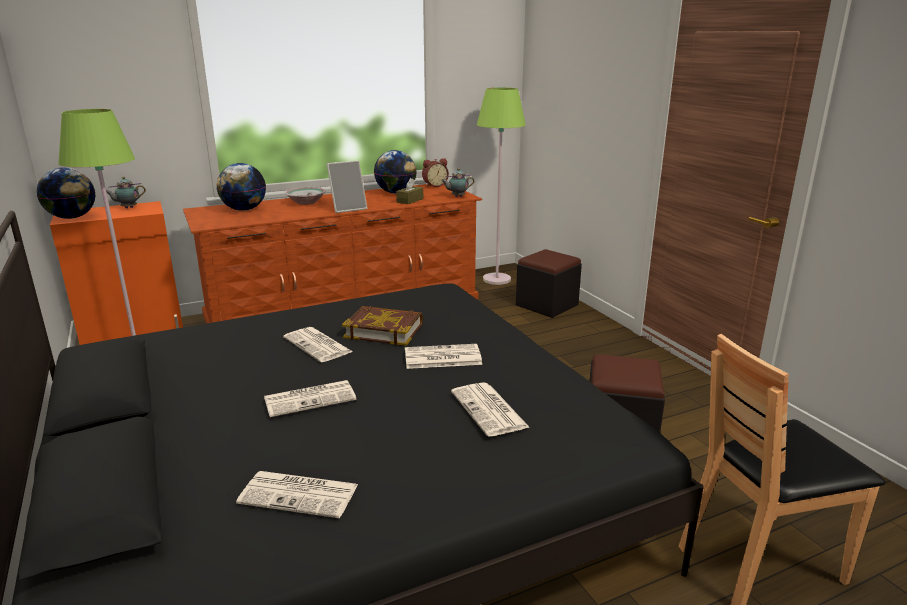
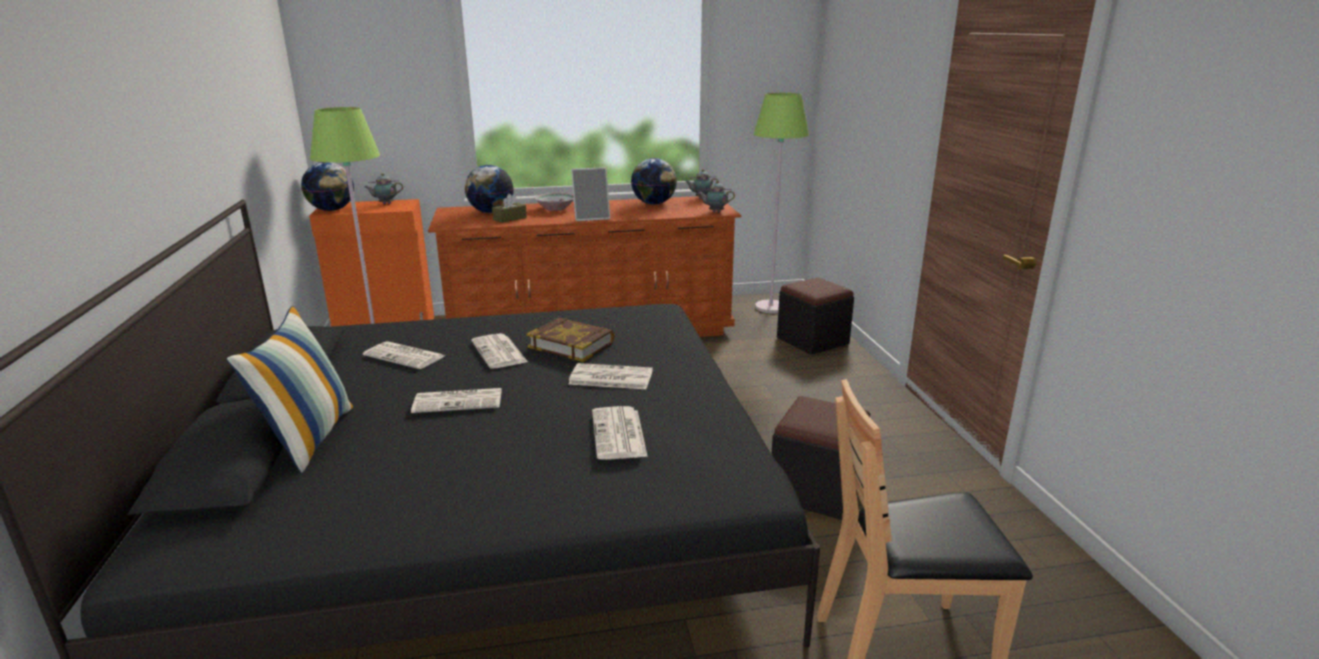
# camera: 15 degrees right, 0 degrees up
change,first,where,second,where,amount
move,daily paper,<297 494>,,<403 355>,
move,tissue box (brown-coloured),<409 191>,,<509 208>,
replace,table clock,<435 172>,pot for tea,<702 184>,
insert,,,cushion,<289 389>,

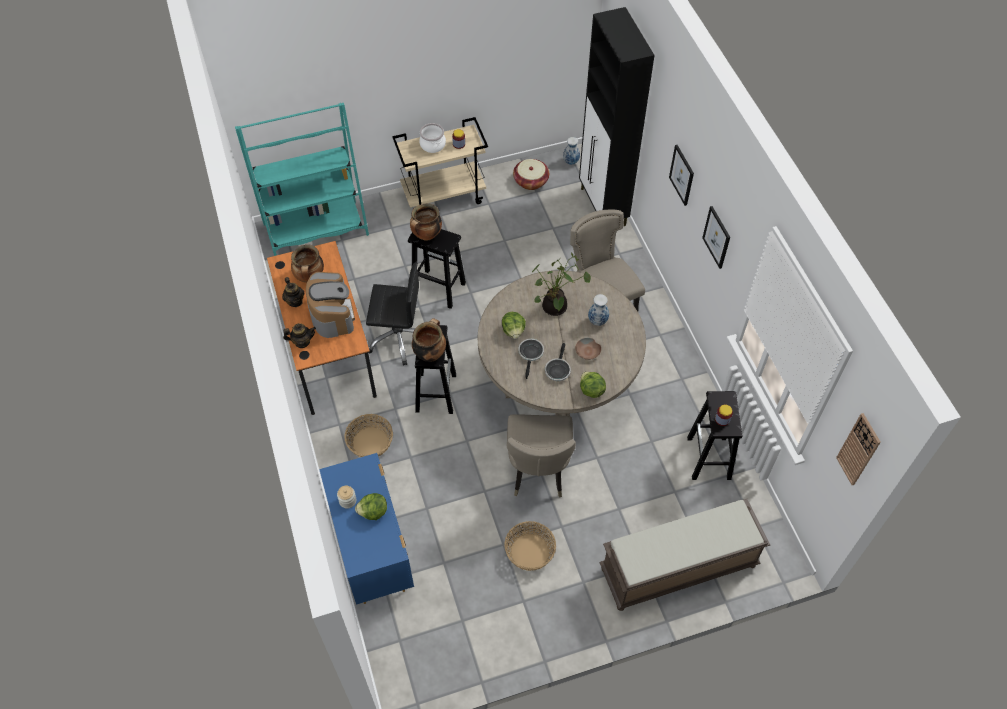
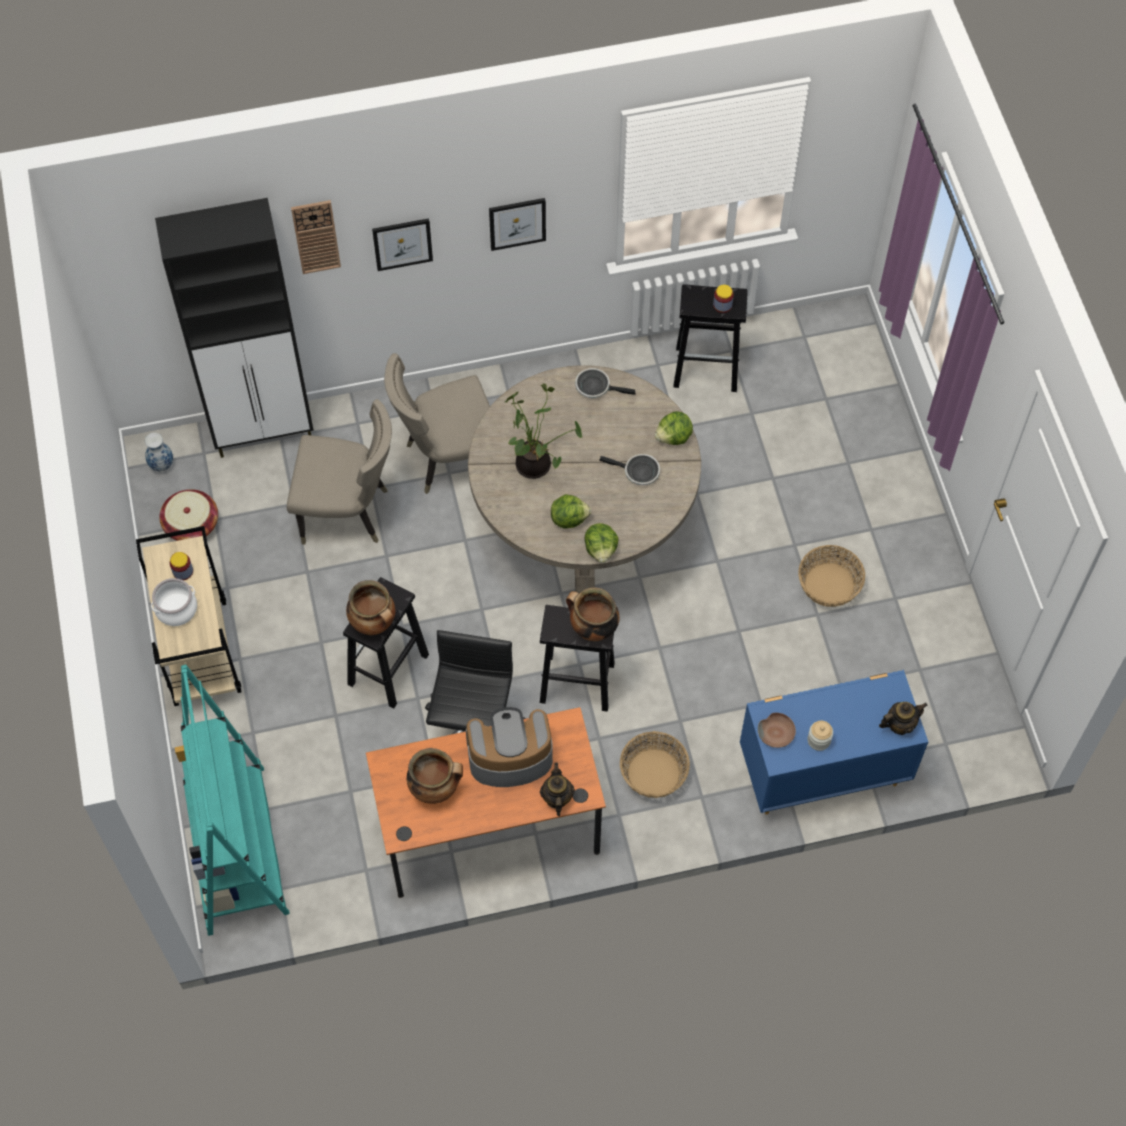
# camera: 85 degrees left, 5 degrees up
change,first,where,second,where,amount
move,pot for tea,<293 292>,,<903 718>,
move,head of lettuce,<371 506>,,<601 543>,
move,upright chair (beige),<541 456>,,<339 472>,
move,frying pan,<531 359>,,<605 383>,
move,bowl (brown-coloured),<588 349>,,<777 730>,
delete,vase,<598 310>,,,
delete,indoor bench (brown-coloured),<684 555>,,,
move,clock on the wall,<858 449>,,<316 237>,

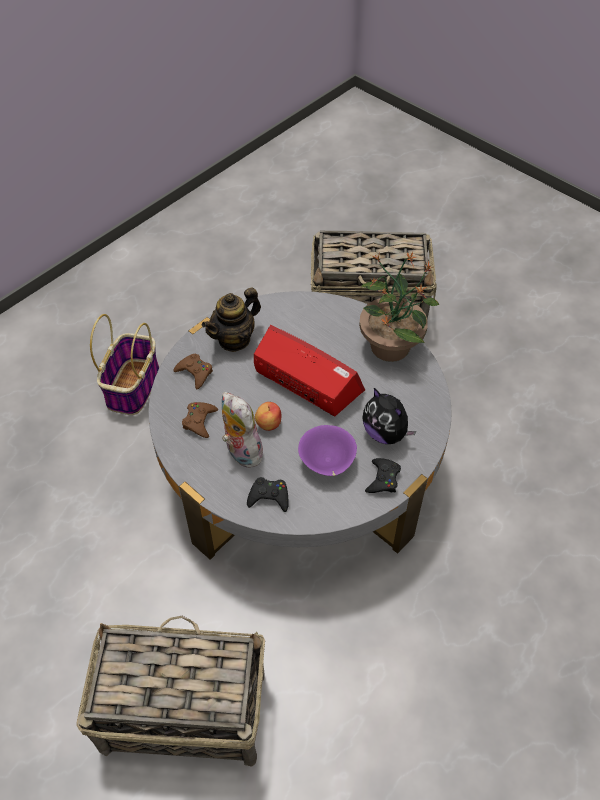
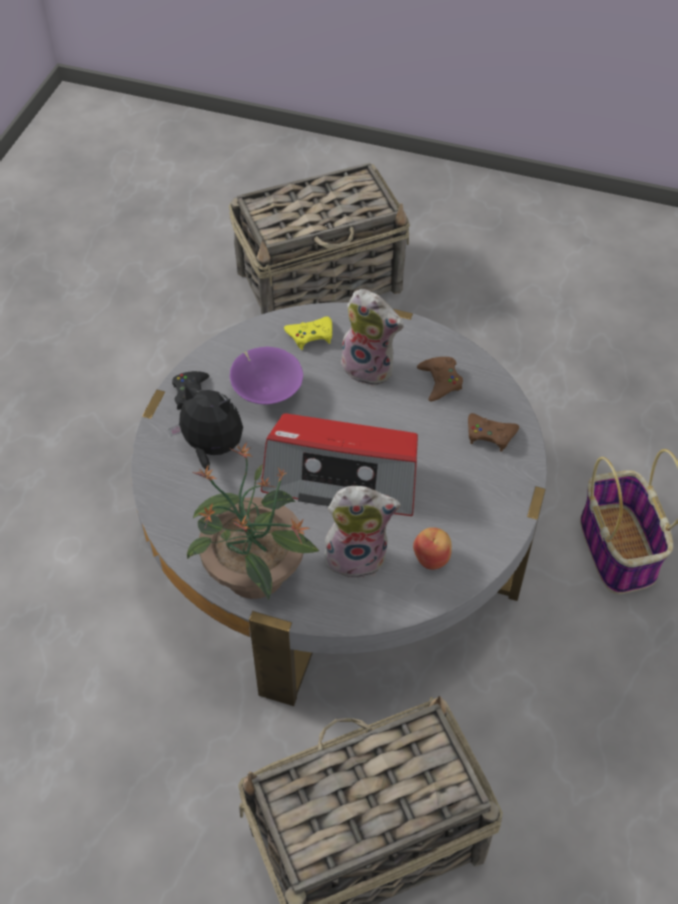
# camera: 155 degrees right, 0 degrees up
change,first,where,second,where,amount
delete,pot for tea,<231 319>,,,
recolor,game controller (black-coloured),<268 494>,game controller (yellowish),<308 333>,
move,apple fruit,<268 416>,,<432 548>,
insert,,,plush toy,<361 532>,

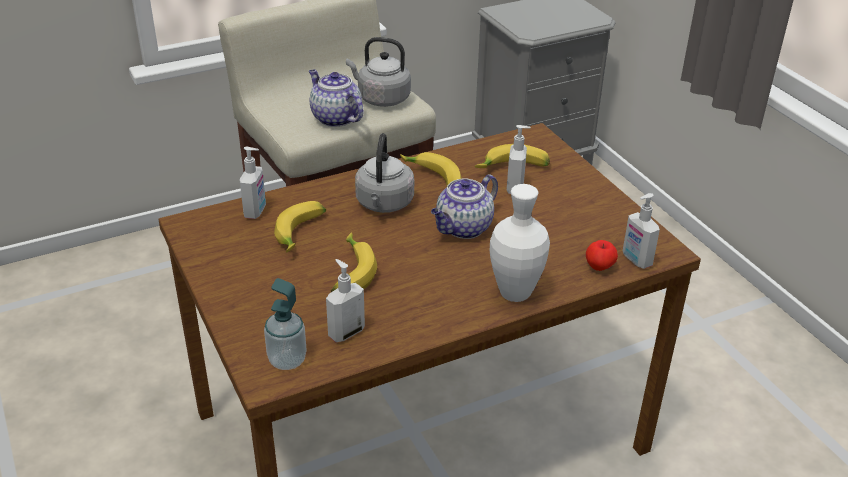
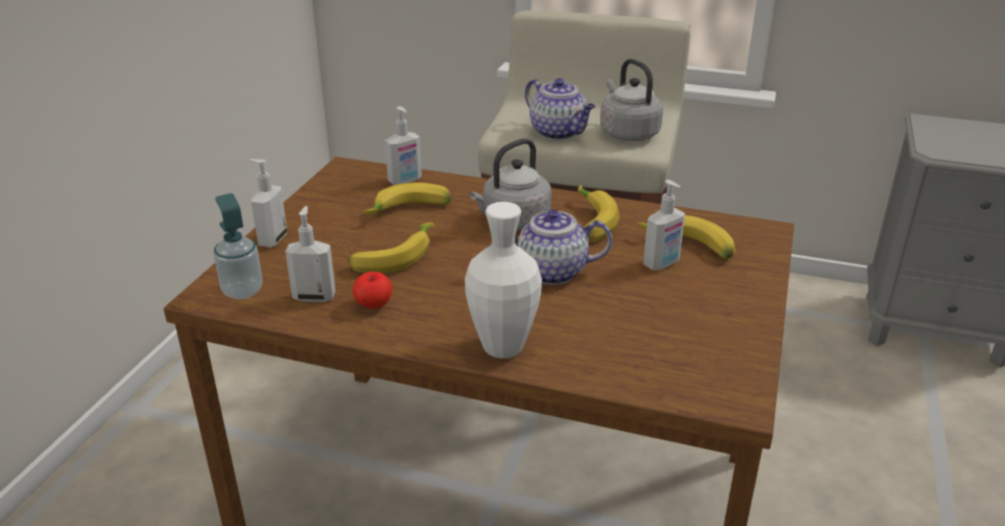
# camera: 45 degrees right, 5 degrees down
change,first,where,second,where,amount
rotate,pot for tea,<336 98>,,<560 109>,135 degrees clockwise
move,apple fruit,<602 255>,,<372 290>,
move,liquid soap bottle,<641 231>,,<268 203>,

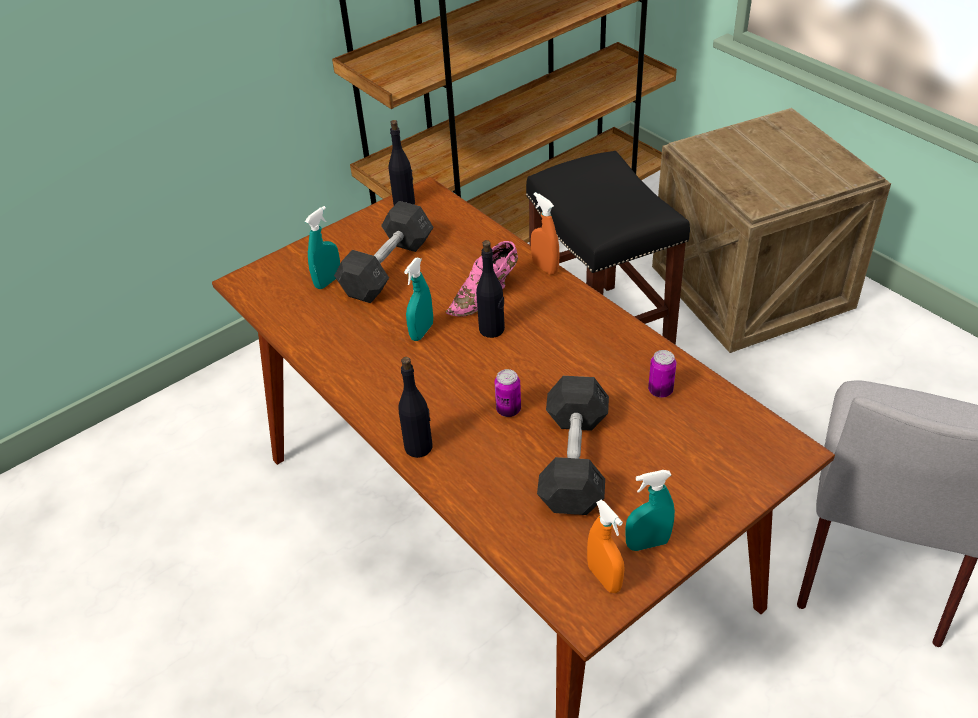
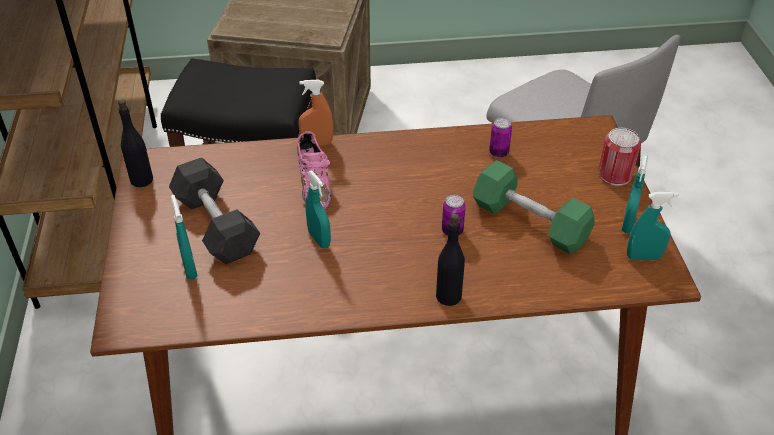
# camera: 60 degrees left, 0 degrees up
change,first,where,second,where,amount
delete,bottle (black-coloured),<490 289>,,,
recolor,dumbbell (greyish),<573 445>,dumbbell (green),<534 207>,
recolor,sprayer (orange),<606 546>,sprayer (blue-green),<652 226>,
insert,,,can,<619 157>,

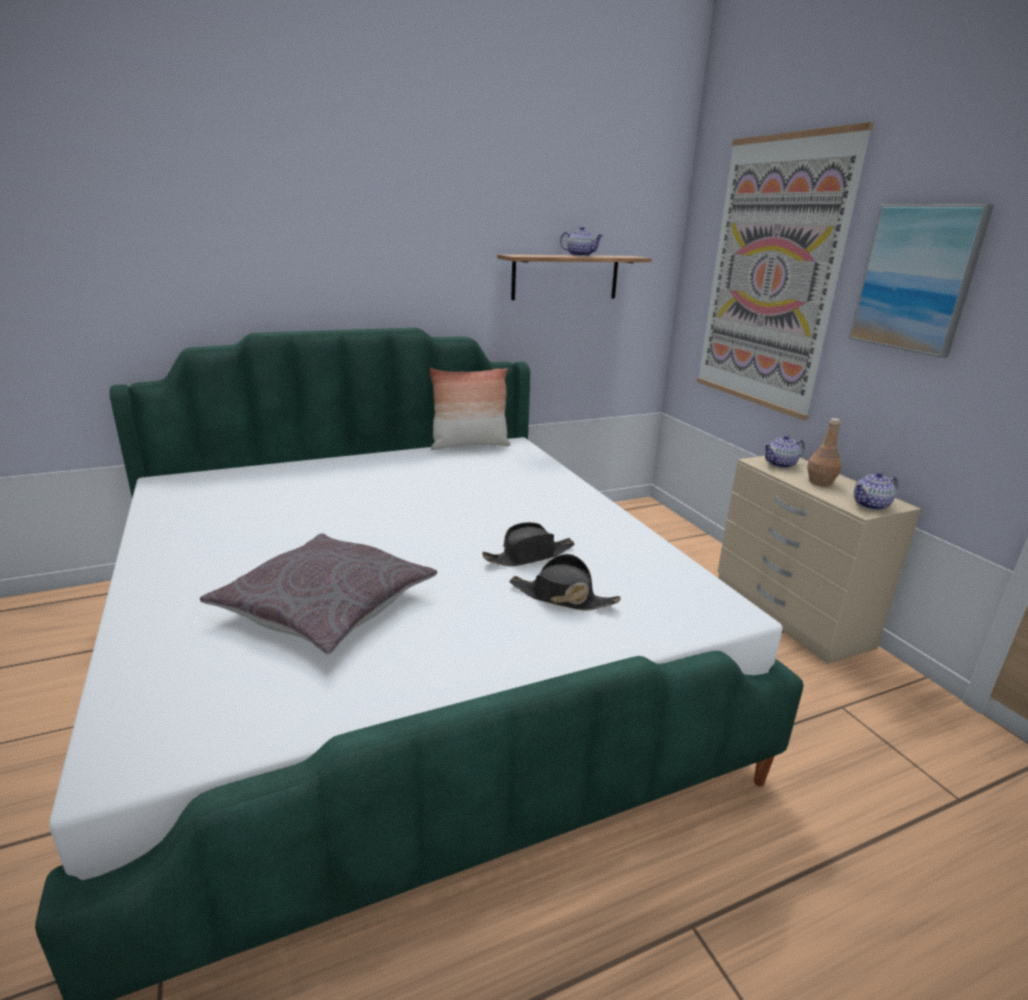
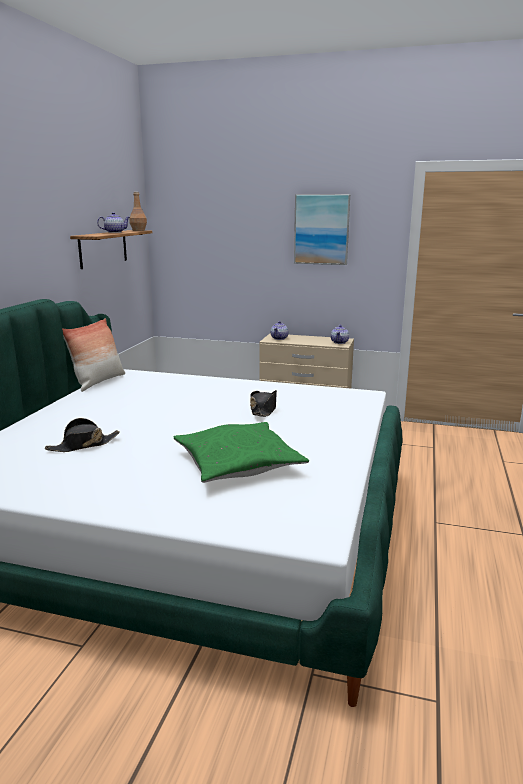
# camera: 50 degrees left, 5 degrees down
change,first,where,second,where,amount
recolor,cushion (greyish),<318 594>,cushion (green),<241 452>,
move,clothing hat (black-coloured),<565 582>,,<82 435>,
delete,picture,<785 271>,,,
move,bottle (brown-coloured),<824 452>,,<138 211>,

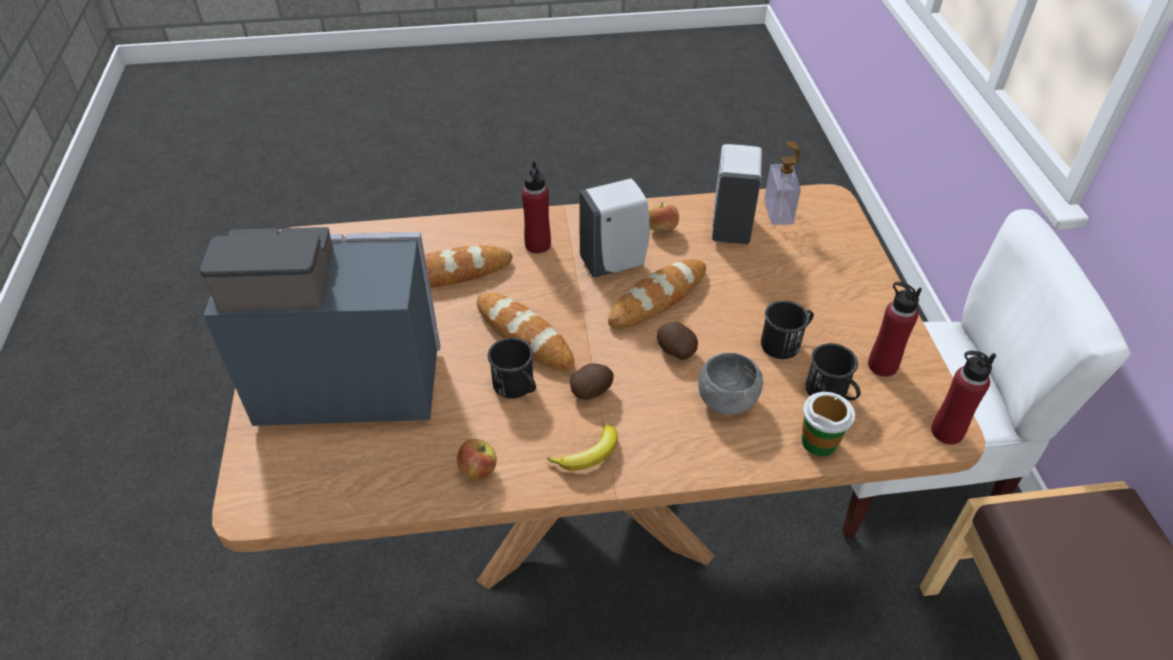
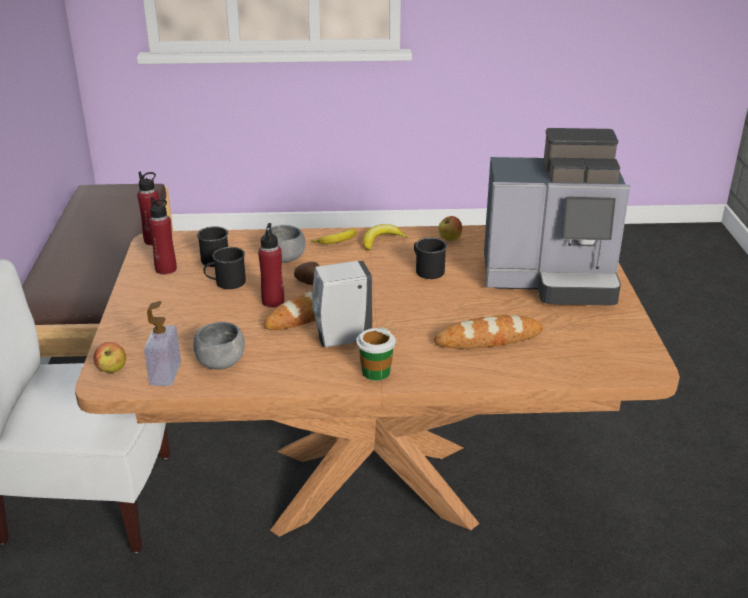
# camera: 175 degrees left, 15 degrees down
change,first,where,second,where,amount
delete,bakery bread,<526 331>,,,
move,bottle (red),<536 207>,,<271 265>,
delete,potato,<592 381>,,,
move,apple fruit,<664 217>,,<110 357>,
replace,liquid soap bottle (white),<737 194>,bowl (greyish),<219 345>,
move,drinking cup,<828 424>,,<376 354>,
insert,,,whole banana,<333 236>,

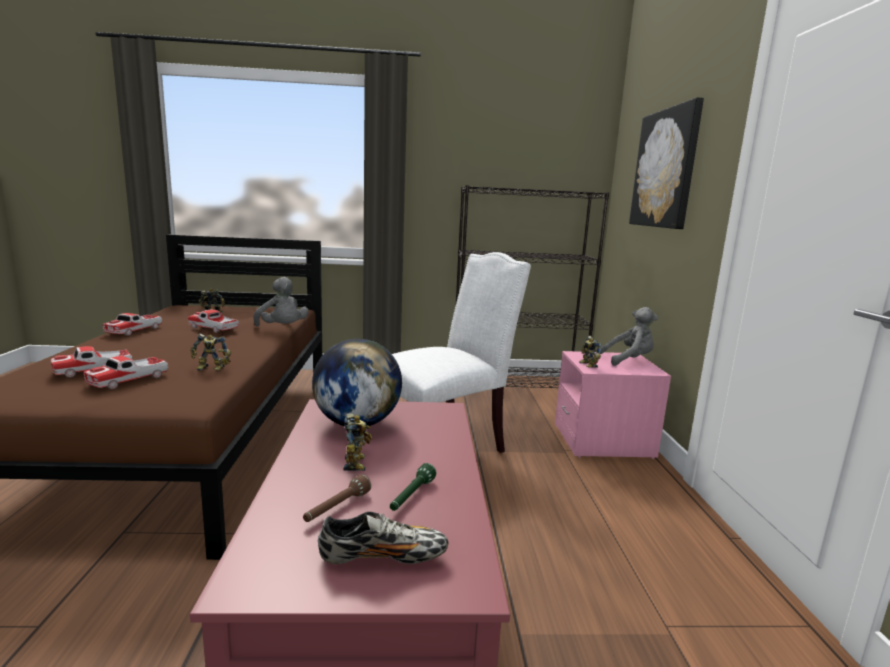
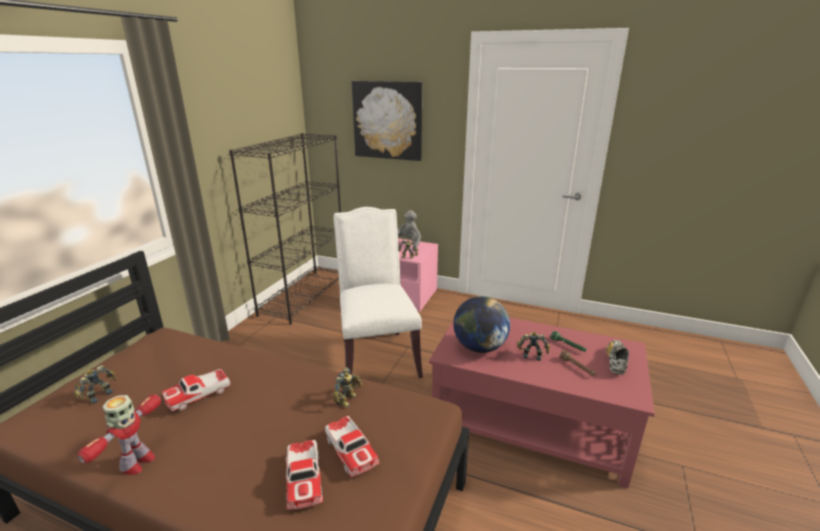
# camera: 65 degrees left, 10 degrees up
change,first,where,second,where,amount
replace,miniature car,<132 324>,robot figure,<119 435>,
delete,plush toy (greyish),<281 302>,,,

